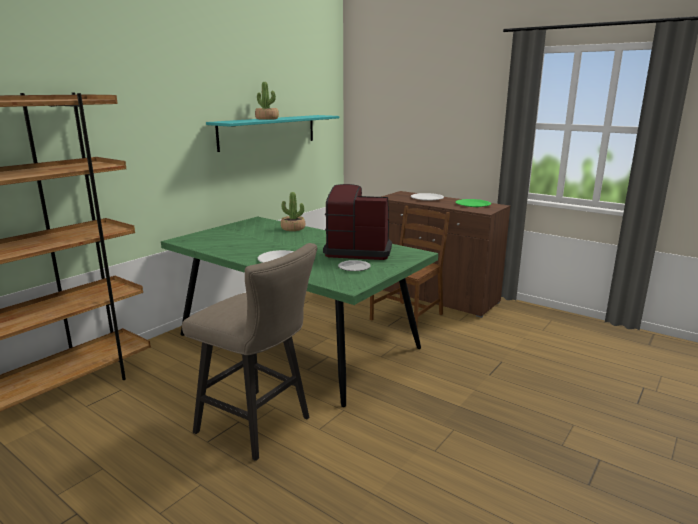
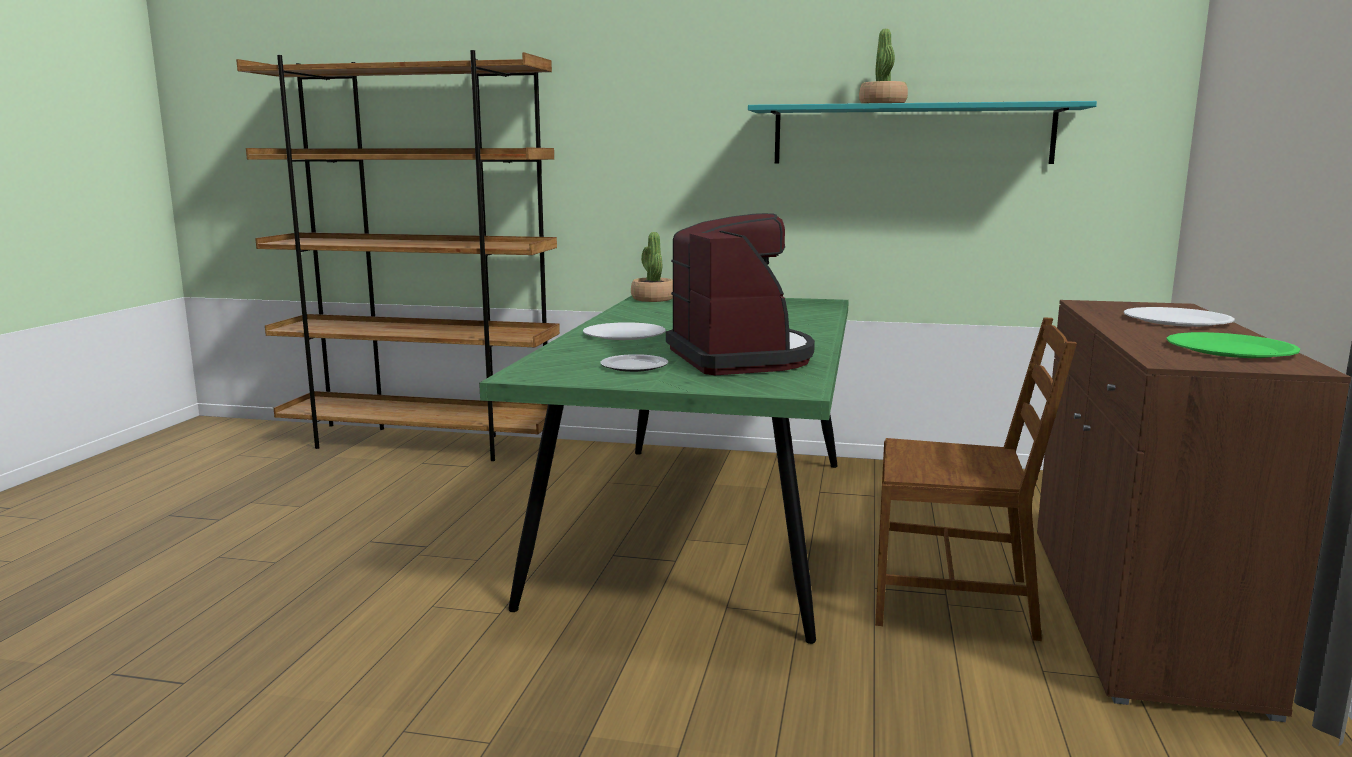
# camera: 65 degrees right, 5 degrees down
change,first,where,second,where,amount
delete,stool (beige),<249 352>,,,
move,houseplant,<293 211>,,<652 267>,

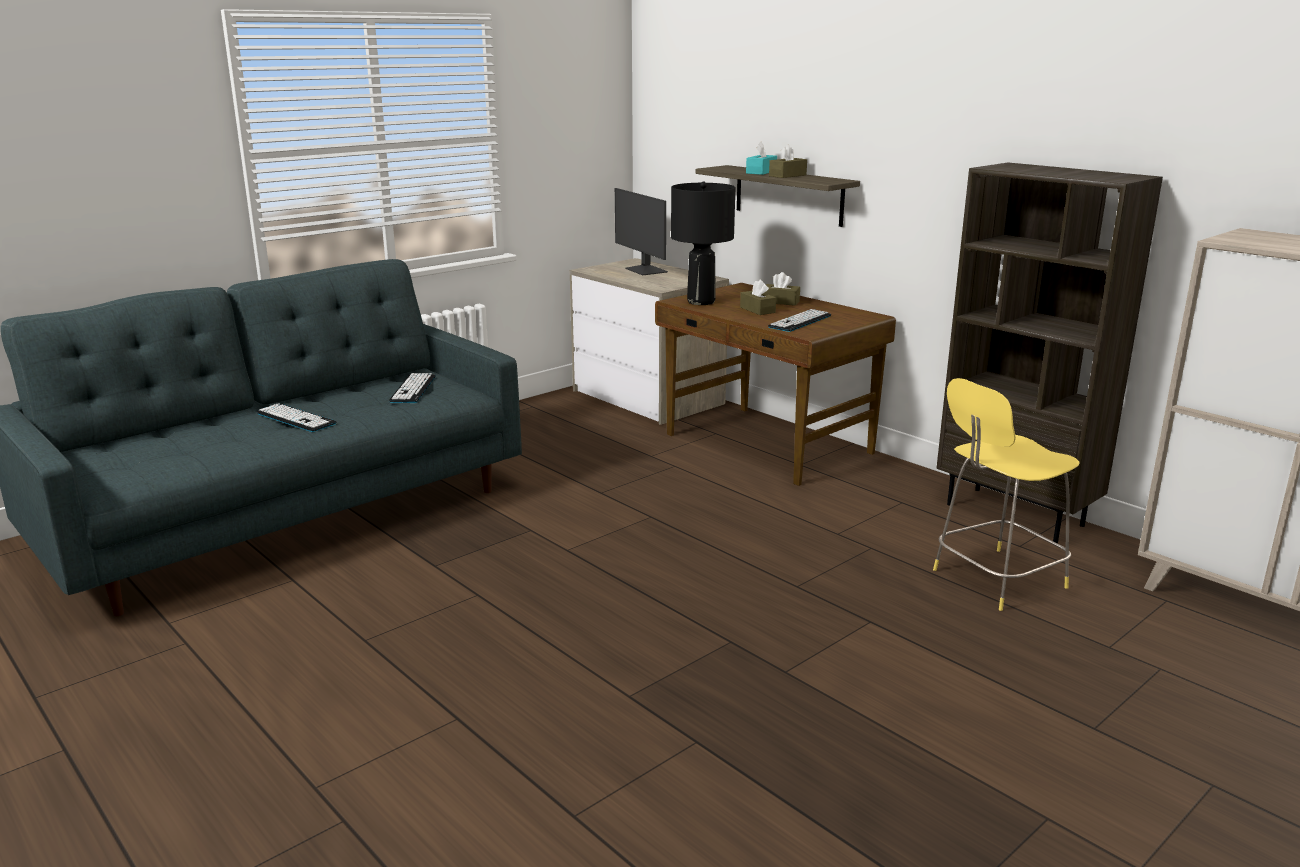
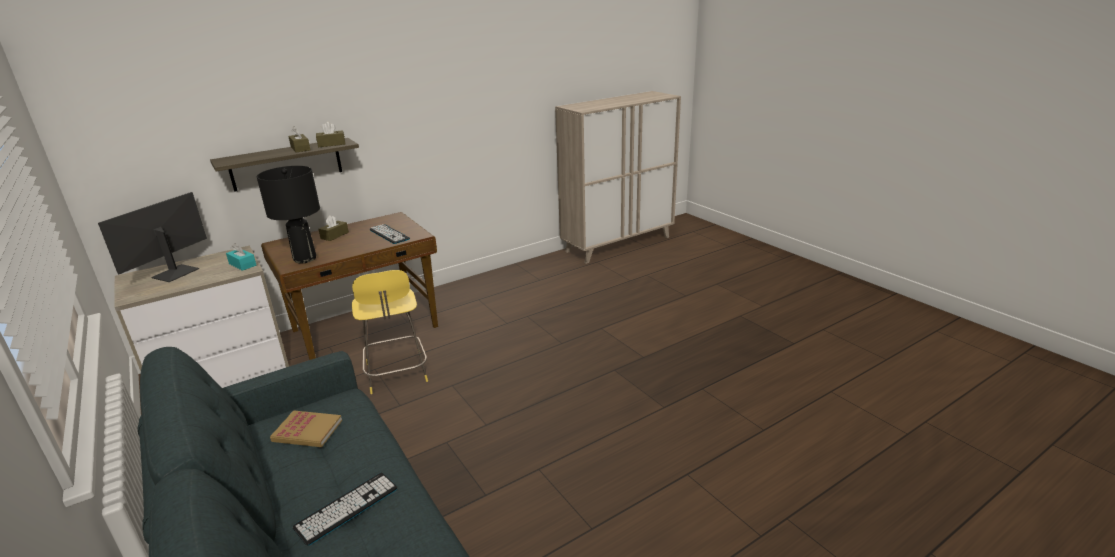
# camera: 80 degrees left, 5 degrees up
change,first,where,second,where,amount
replace,PC keyboard,<412 388>,book,<306 428>,
rotate,computer screen,<641 231>,,<152 237>,135 degrees clockwise
move,tissue box (brown-coloured),<758 297>,,<330 134>,
move,tissue box (blue-green),<761 158>,,<241 257>,
move,stool (yellowish),<1006 494>,,<390 332>,
delete,bookshelf (brown-coloured),<1049 352>,,,

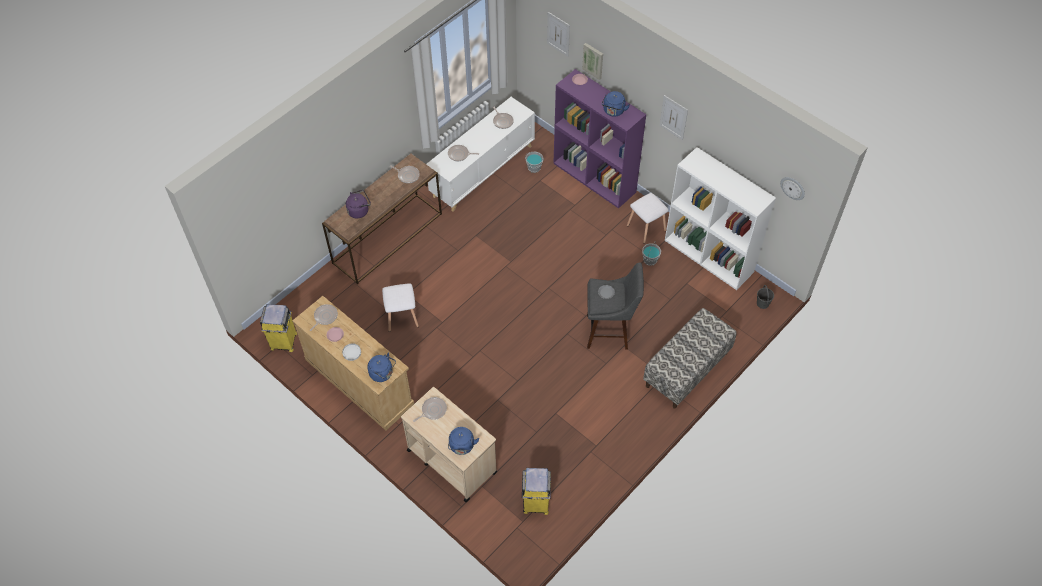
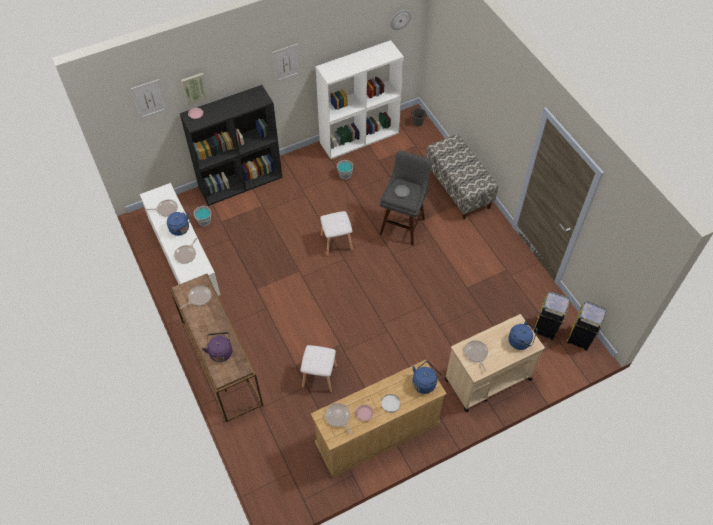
# camera: 70 degrees left, 0 degrees up
change,first,where,second,where,amount
move,rubbish bin (yellowish),<278 328>,,<586 326>,
recolor,bookshelf (purple-coloured),<599 139>,bookshelf (black-coloured),<231 145>,
move,kettle (blue-coloured),<616 104>,,<179 224>,
move,stool (white),<648 218>,,<336 233>,

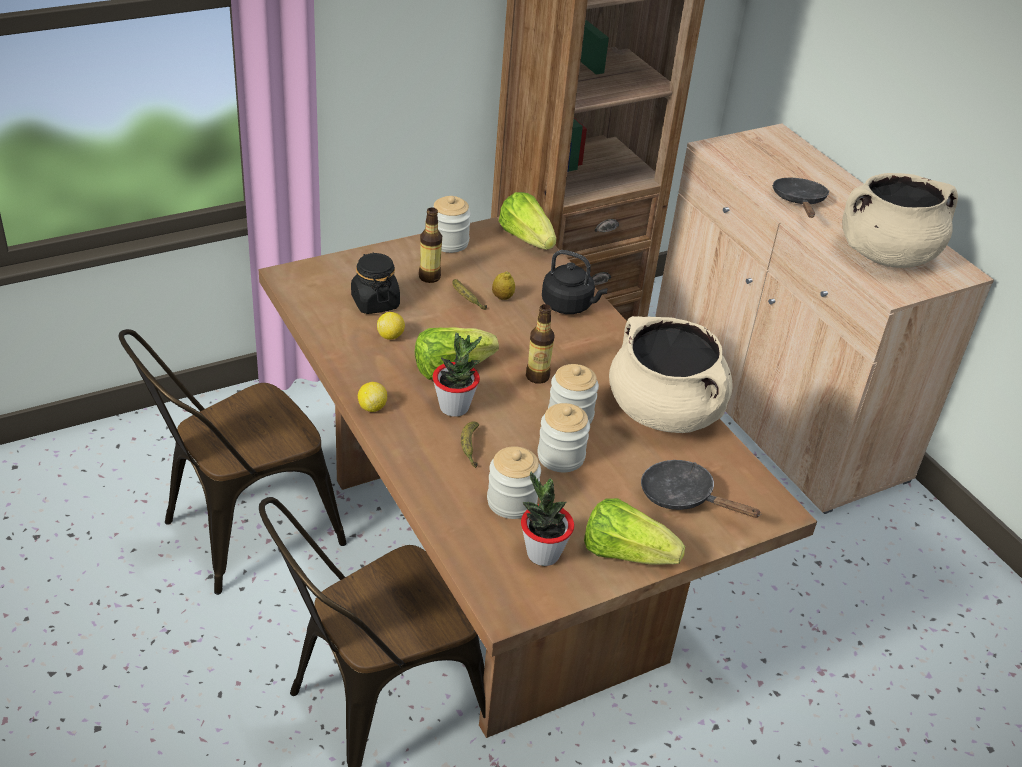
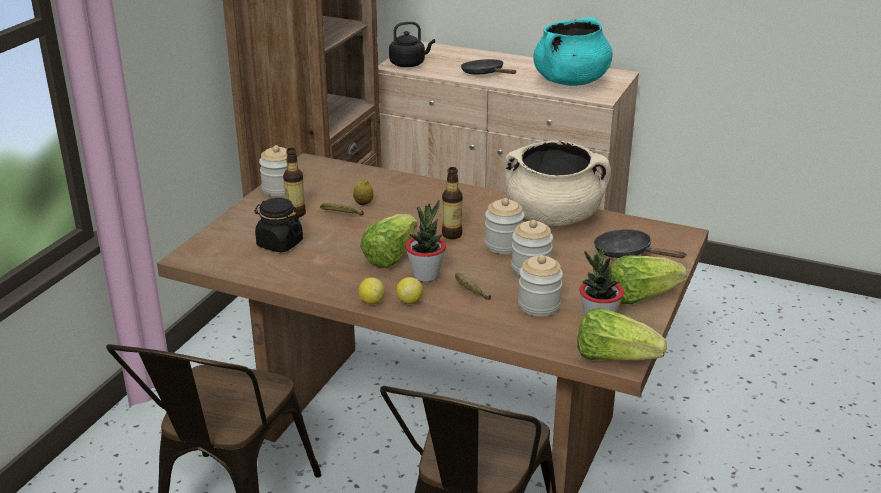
# camera: 35 degrees left, 10 degrees down
change,first,where,second,where,amount
move,whole lemon,<391 326>,,<409 290>,
move,head of lettuce,<527 220>,,<622 334>,
move,kettle (black-coloured),<575 282>,,<412 44>,
rotate,frying pan (black-coloured),<701 489>,,<640 243>,45 degrees clockwise
recolor,saucepot (beige),<900 220>,saucepot (blue-green),<573 51>,

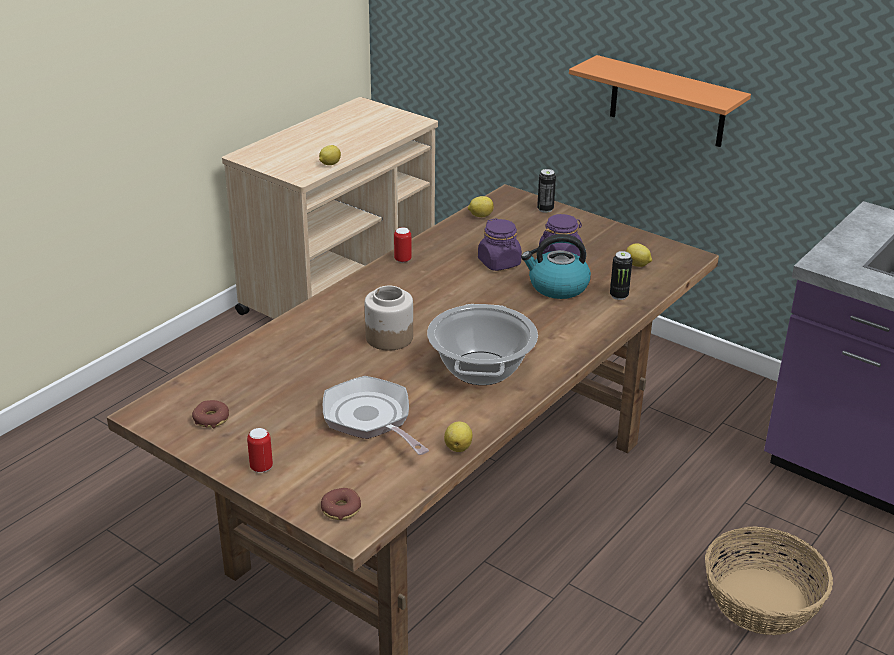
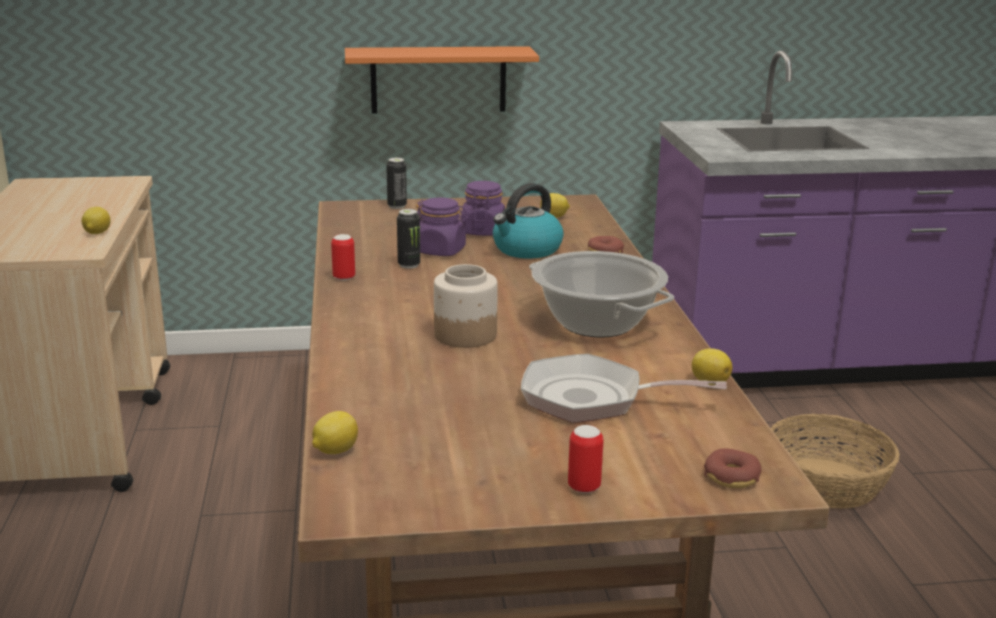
# camera: 45 degrees left, 10 degrees down
change,first,where,second,where,amount
move,donut,<210 414>,,<606 244>,
move,whole lemon,<481 206>,,<335 432>,
move,can,<621 275>,,<408 239>,

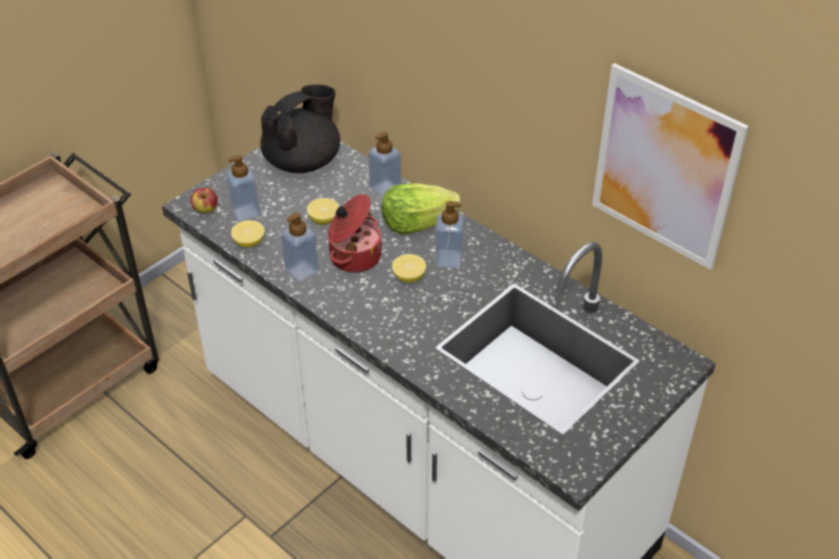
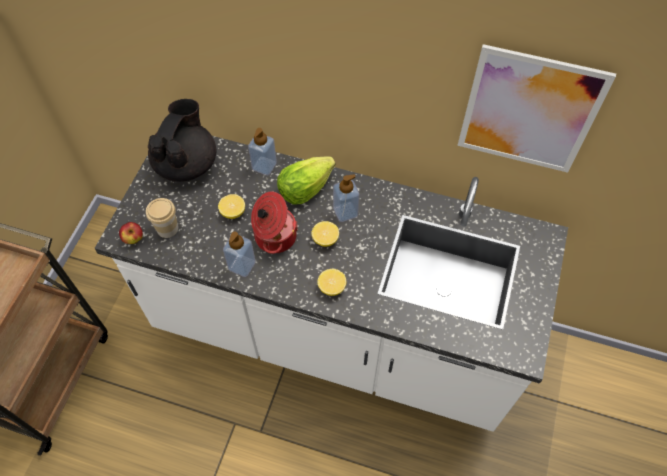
# camera: 25 degrees left, 15 degrees up
change,first,where,second,where,amount
replace,liquid soap bottle,<243 188>,drinking cup,<162 218>,
move,whole lemon,<248 234>,,<331 282>,

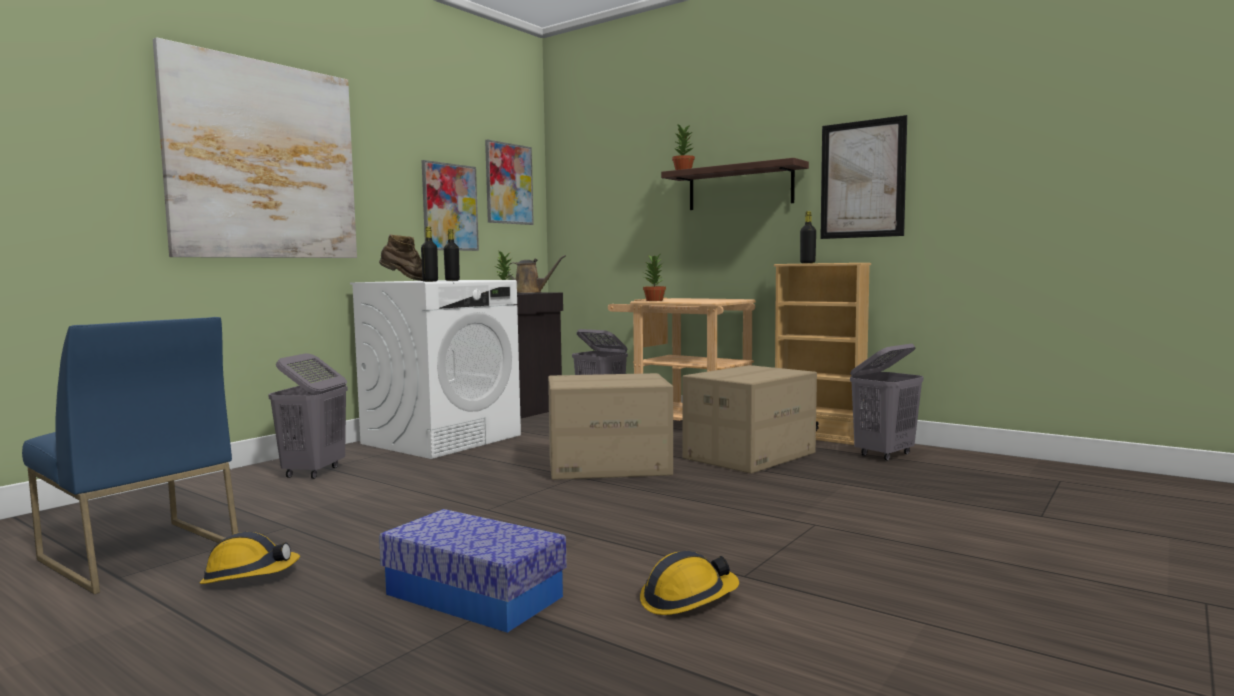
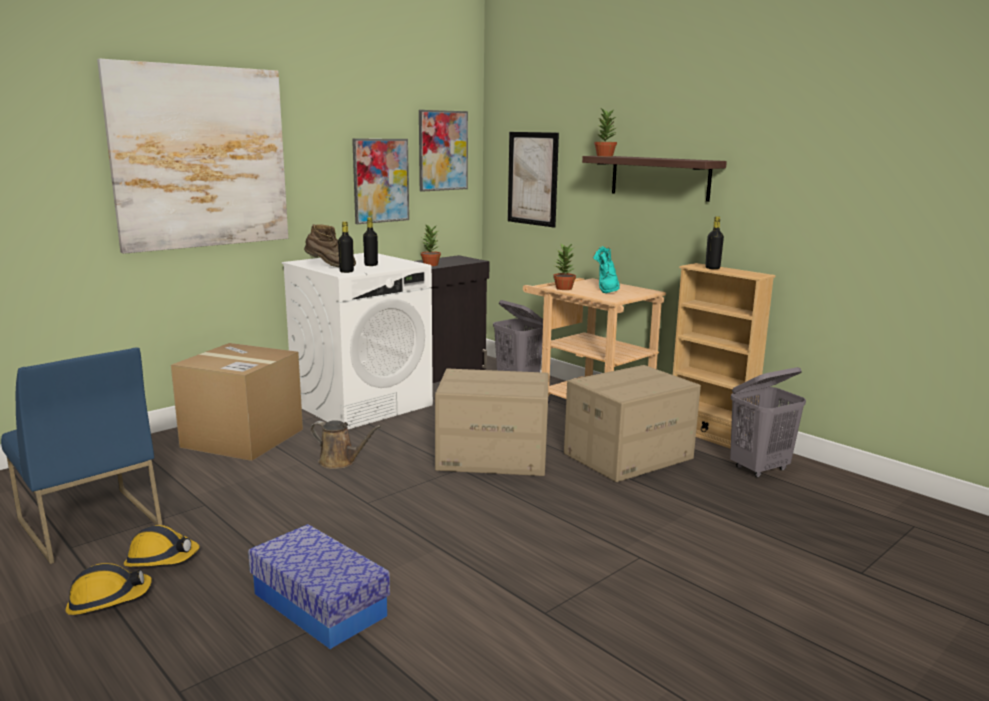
# camera: 10 degrees right, 10 degrees up
change,first,where,second,where,amount
replace,hamper (greyish),<308 416>,cardboard box,<237 402>,
move,watering can (brown-coloured),<536 274>,,<345 444>,
move,hard hat,<689 583>,,<109 589>,
move,picture,<863 177>,,<533 179>,
insert,,,boot (blue-green),<606 269>,

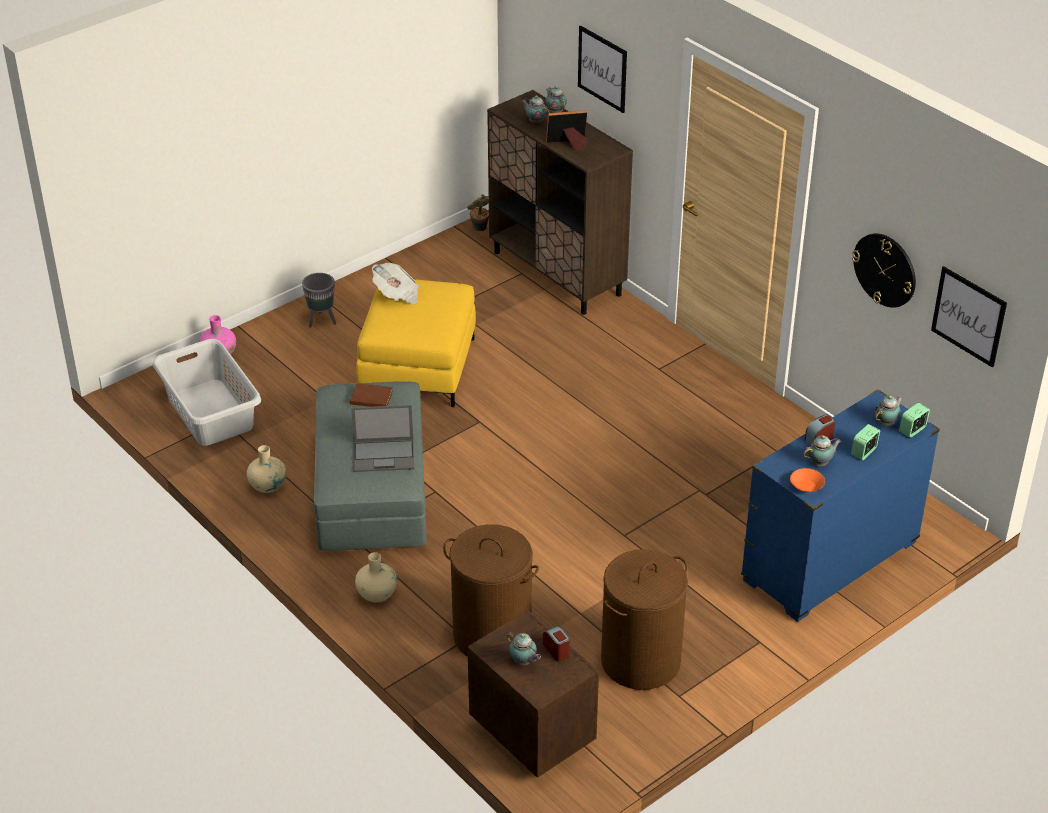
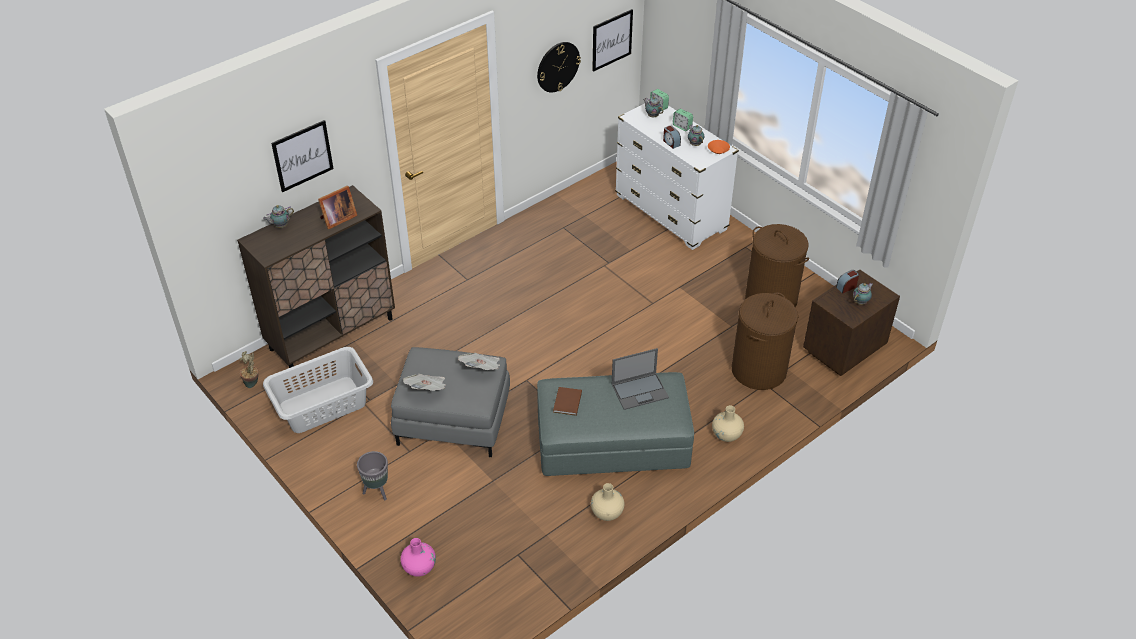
# camera: 90 degrees left, 5 degrees up
change,first,where,second,where,amount
move,hamper (greyish),<206 392>,,<318 390>,
rotate,laptop,<382 438>,,<640 379>,75 degrees clockwise
recolor,ottoman (yellowish),<416 343>,ottoman (greyish),<450 402>,
delete,pot for tea,<536 109>,,,
rotate,photo frame,<566 130>,,<337 207>,120 degrees counterclockwise
recolor,chest of drawers (blue-coloured),<840 505>,chest of drawers (white),<677 175>,
insert,,,daily paper,<479 361>,

